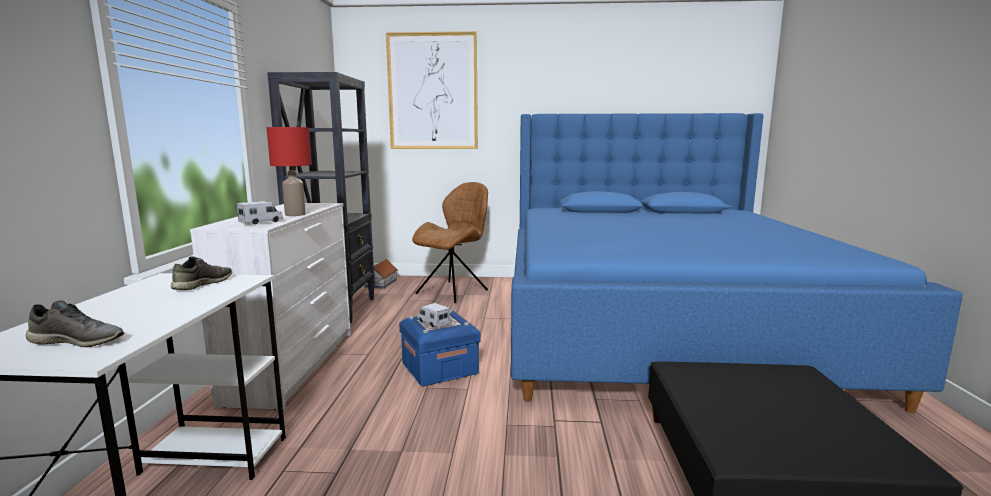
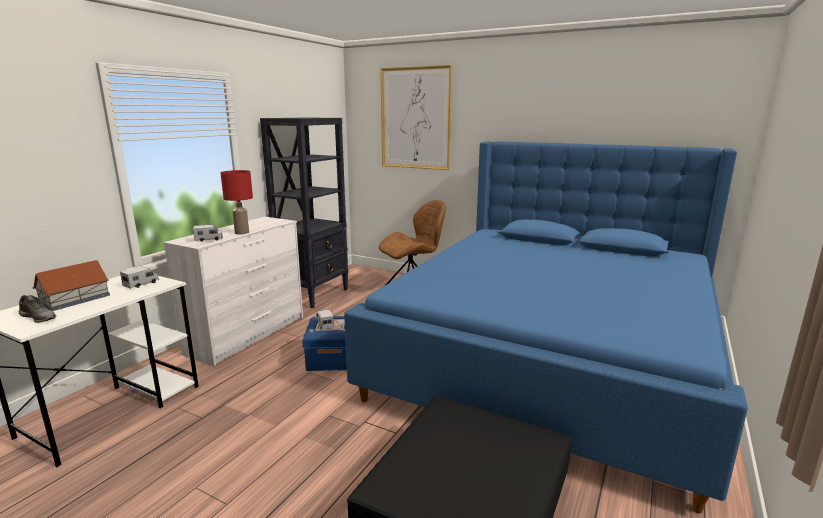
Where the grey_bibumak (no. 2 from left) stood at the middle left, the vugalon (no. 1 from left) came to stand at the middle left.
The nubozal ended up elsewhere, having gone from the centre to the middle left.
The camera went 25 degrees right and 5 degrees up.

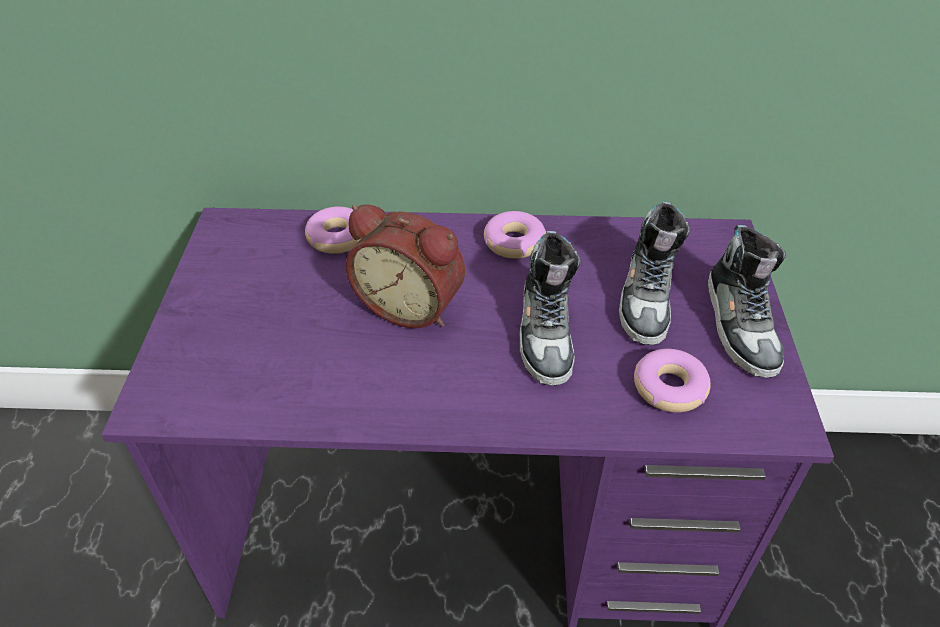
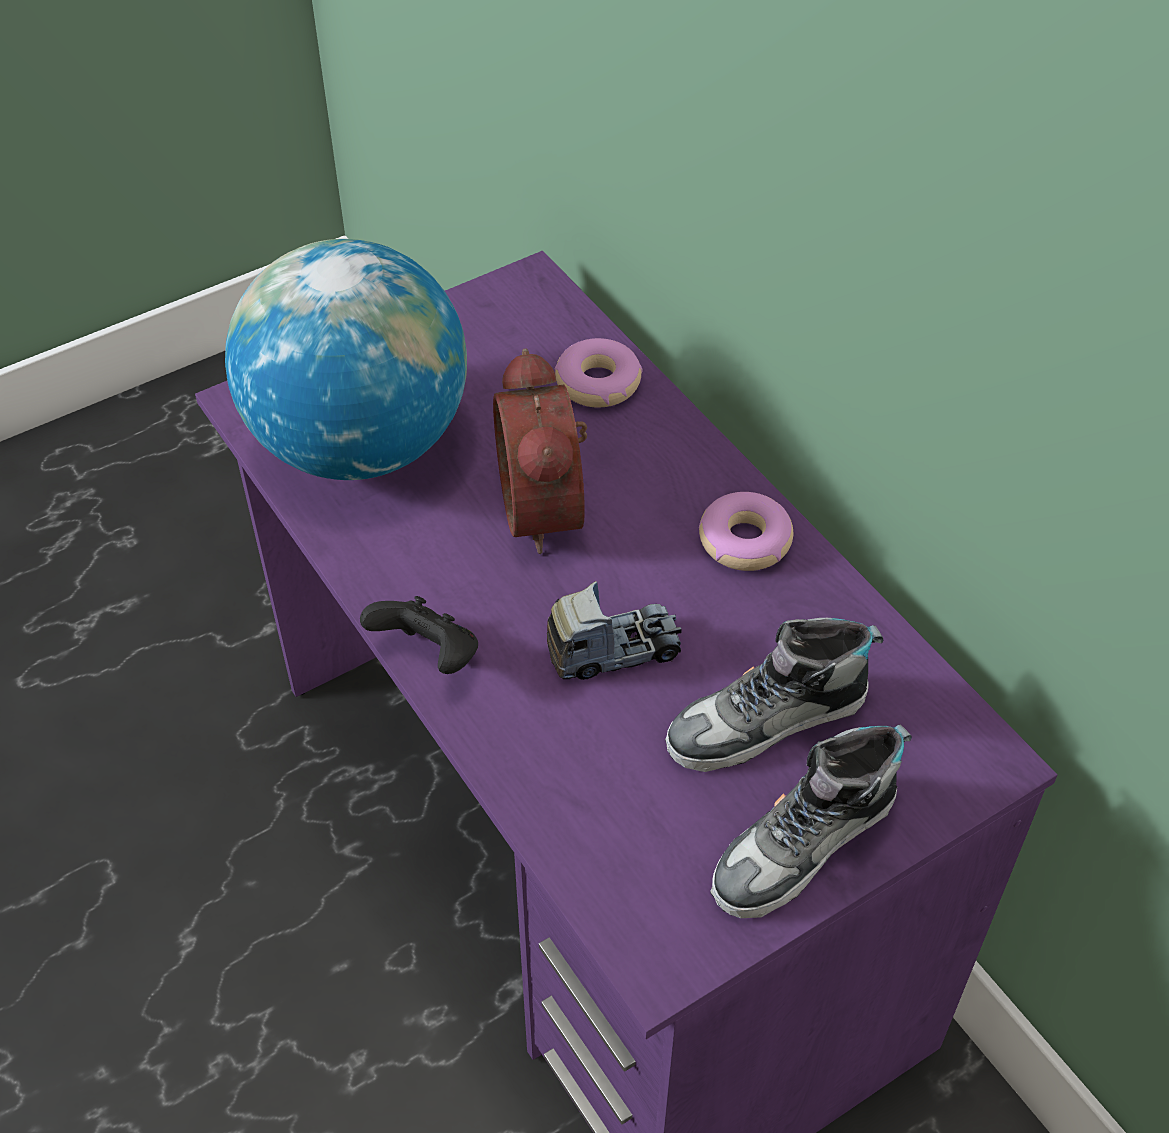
Where the bibumak (no. 1 from left) stood at the centre, the vugalon came to stand at the centre.
The second view lost the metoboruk (no. 3 from left) at the middle right.
The second view gained the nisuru at the top left.
The second view gained the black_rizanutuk at the centre.
The camera went 55 degrees right and 5 degrees up.

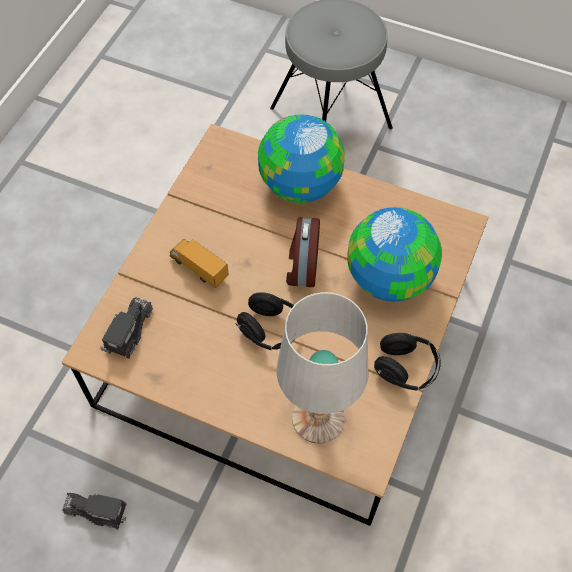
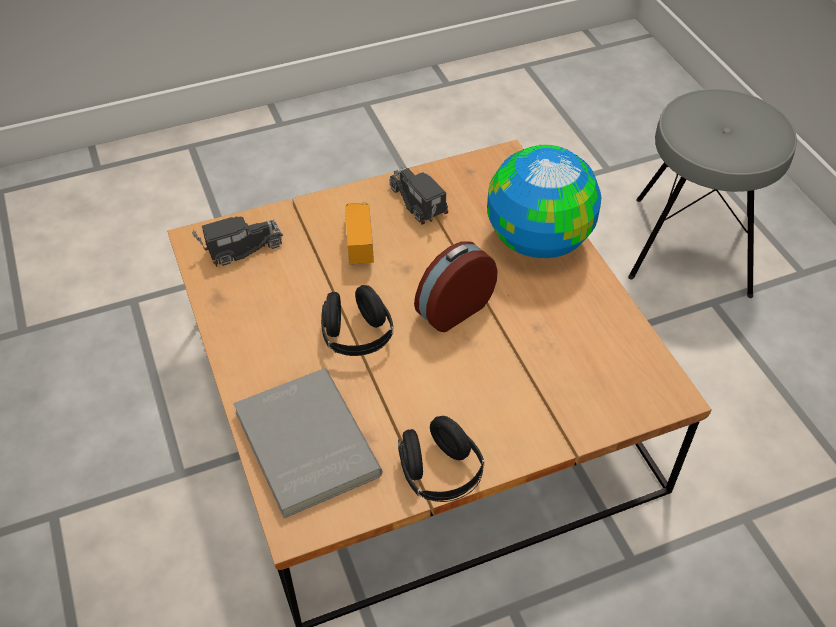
The second view lost the nisuru (no. 2 from left) at the middle right.
Where the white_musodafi stood at the centre, the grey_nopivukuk came to stand at the bottom centre.
The vugalon (no. 1 from left in the first image) ended up elsewhere, having gone from the bottom left to the top centre.
The camera went 45 degrees right and 10 degrees down.

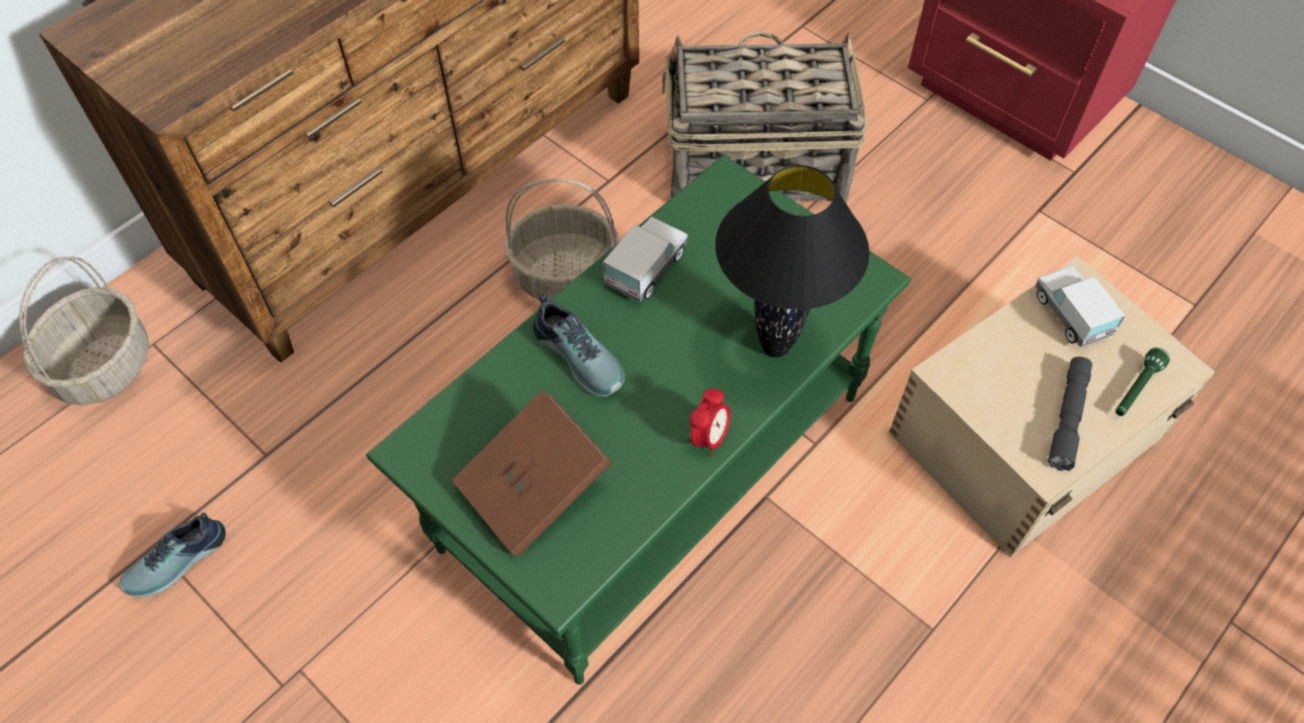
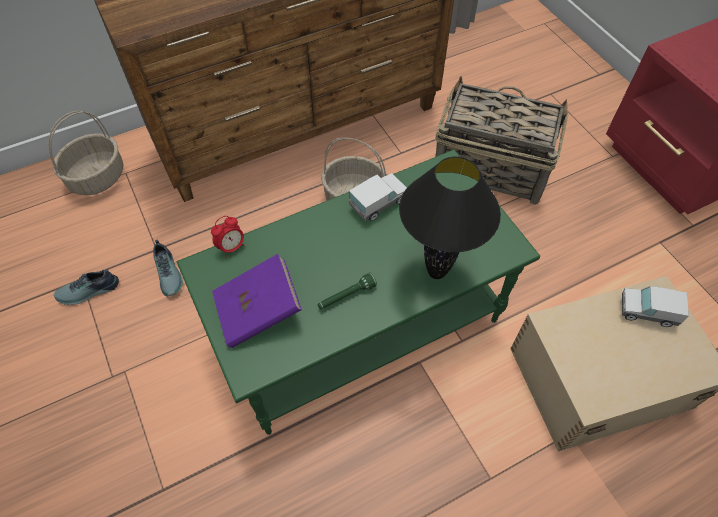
The vugalon (no. 2 from left) at the middle right ended up facing another way, 75 degrees counterclockwise from before.
The bibumak (no. 2 from left) ended up elsewhere, having gone from the centre to the middle left.
The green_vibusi ended up elsewhere, having gone from the middle right to the centre.
The second view lost the grey_vibusi at the middle right.
What was the brown_nopivukuk at the centre turned into the purple_nopivukuk at the centre.
The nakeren ended up elsewhere, having gone from the centre to the middle left.
The camera went 20 degrees right and 0 degrees up.

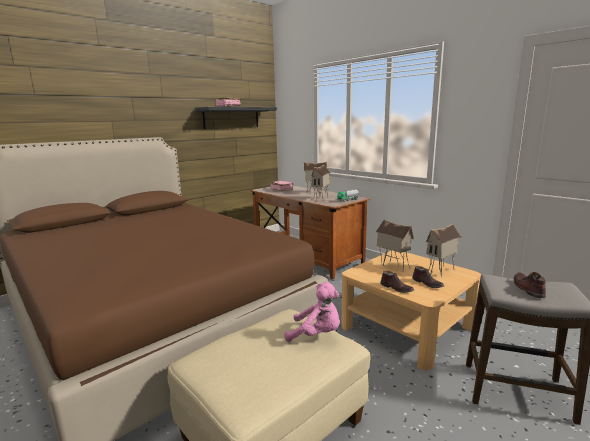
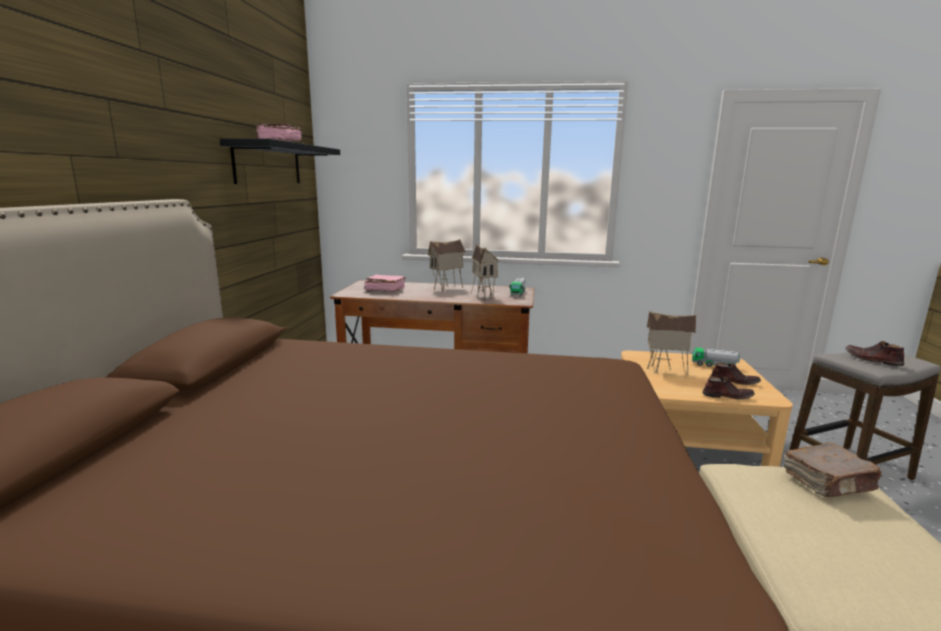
Where the nubozal (no. 4 from left) stood at the middle right, the vugalon (no. 2 from left) came to stand at the middle right.
Where the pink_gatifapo stood at the bottom centre, the brown_nopivukuk came to stand at the bottom right.
The camera went 40 degrees left and 0 degrees up.

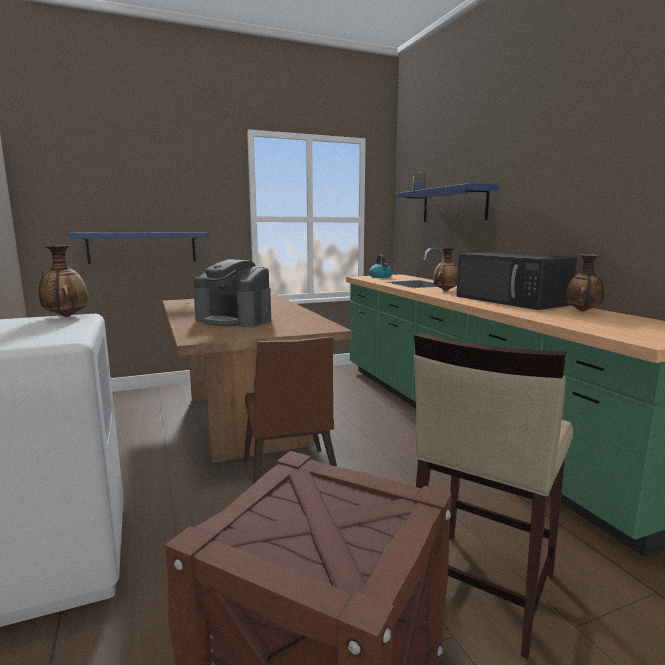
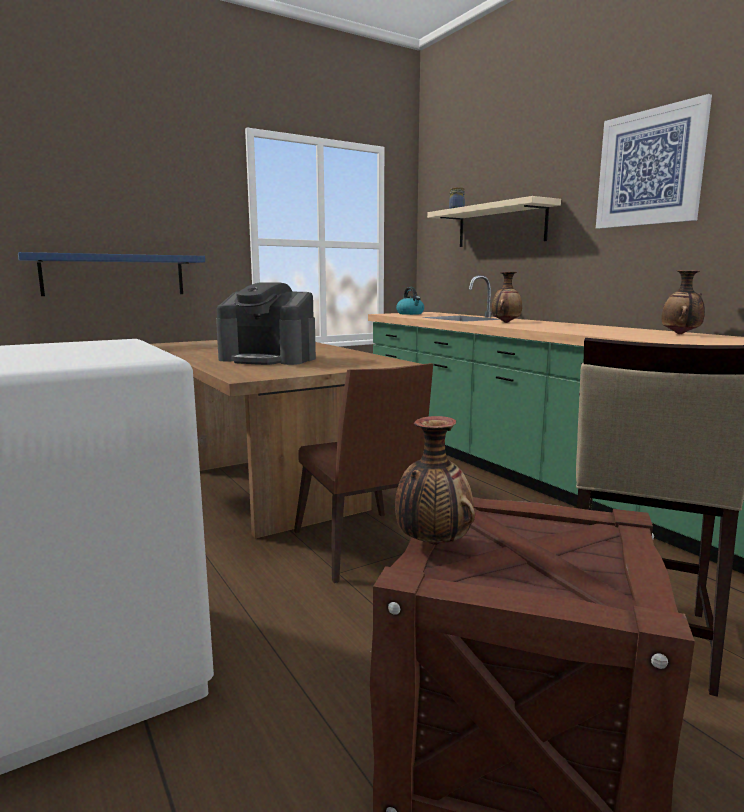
What was the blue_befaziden (no. 2 from left) at the top right turned into the beige_befaziden at the top centre.
The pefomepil (no. 1 from left) ended up elsewhere, having gone from the middle left to the centre.
The second view lost the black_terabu at the middle right.
The second view gained the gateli at the top right.
The camera went 10 degrees left and 0 degrees up.

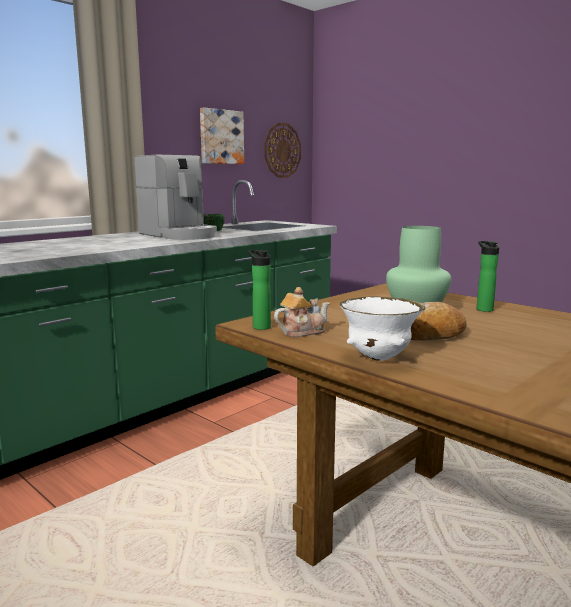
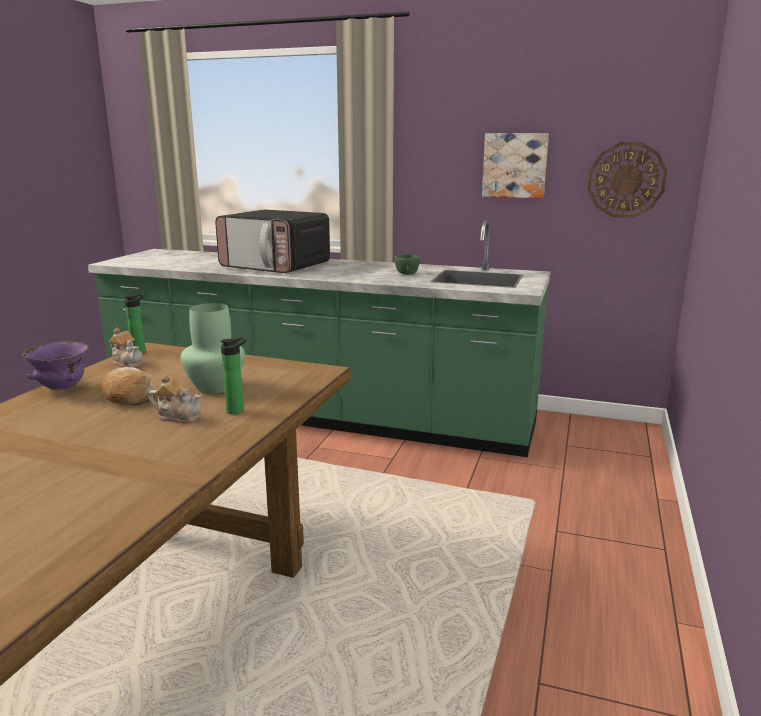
The second view lost the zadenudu at the top left.
What was the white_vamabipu at the middle right turned into the purple_vamabipu at the middle left.
The second view gained the terabu at the centre.
The second view gained the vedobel (no. 2 from left) at the middle left.
The camera went 65 degrees right and 5 degrees up.

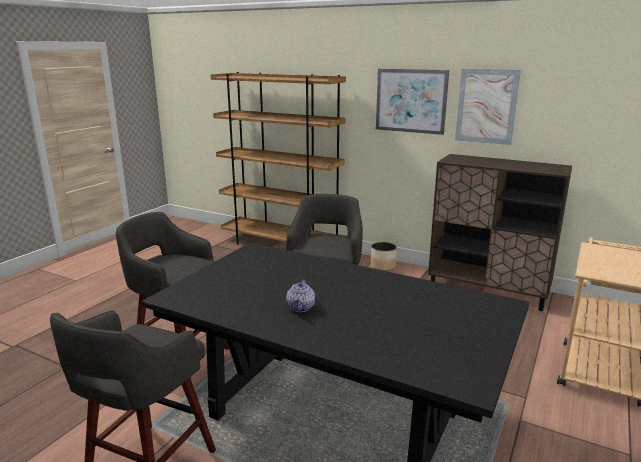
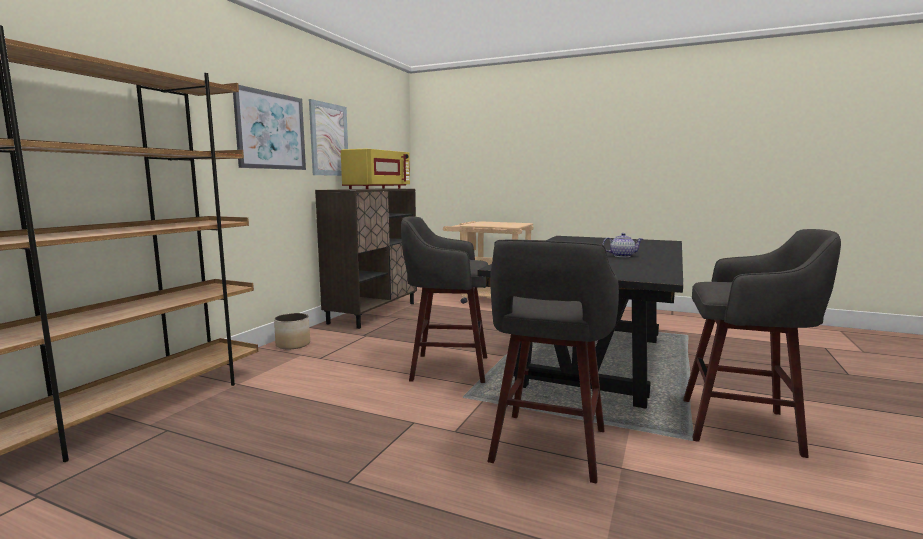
The second view gained the yellow_terabu at the top centre.
The camera went 95 degrees left and 10 degrees down.

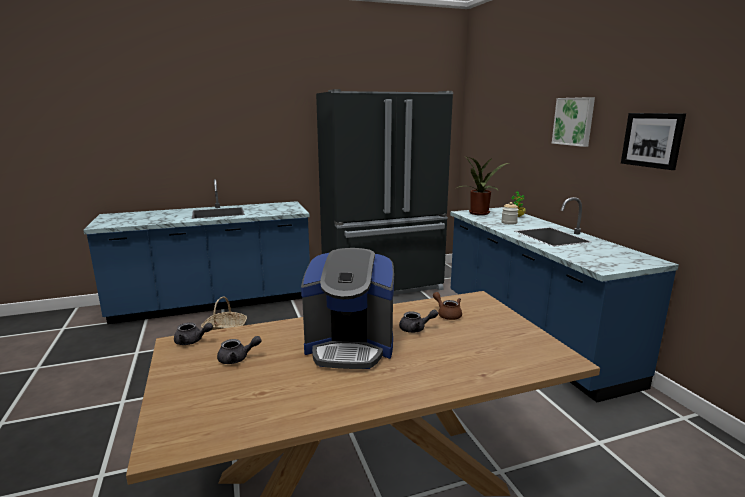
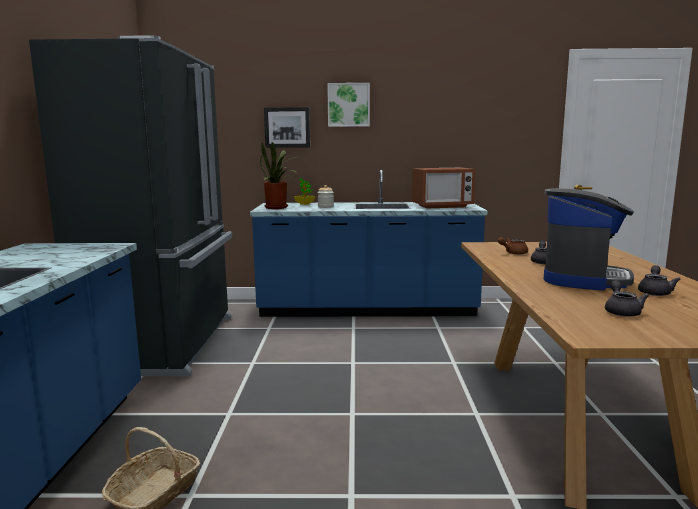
The gateli (no. 2 from left in the first image) ended up elsewhere, having gone from the top right to the top centre.
The grey_vedobel (no. 1 from left in the first image) ended up elsewhere, having gone from the bottom left to the middle right.
The second view gained the terabu at the centre.
The camera went 70 degrees left and 5 degrees down.

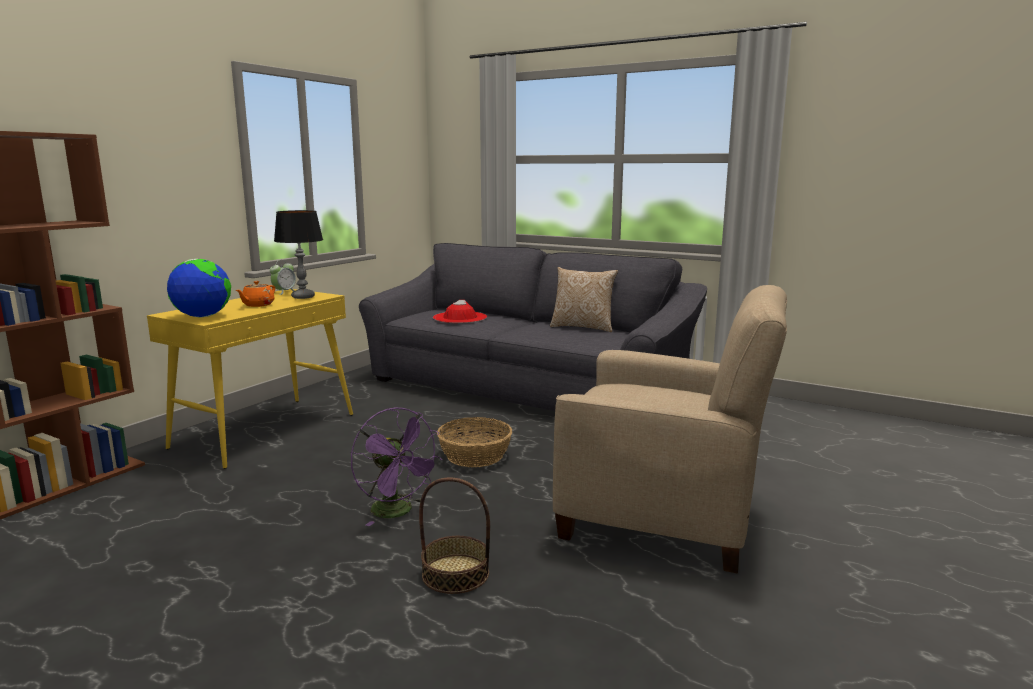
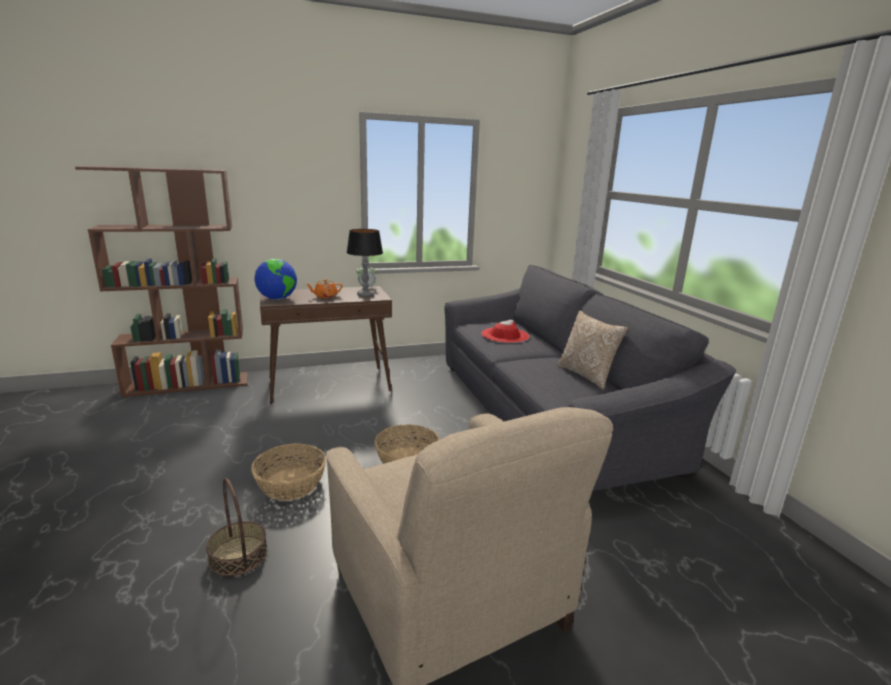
What was the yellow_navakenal at the middle left turned into the brown_navakenal at the centre.
Where the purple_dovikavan stood at the bottom centre, the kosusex (no. 2 from left) came to stand at the bottom left.
The camera went 40 degrees right and 5 degrees up.

